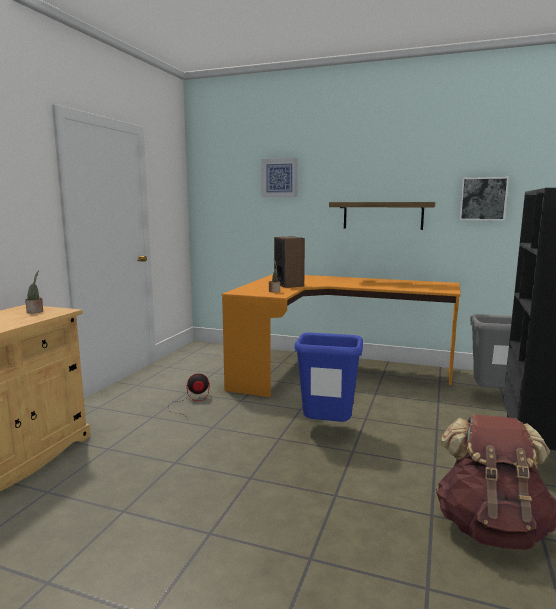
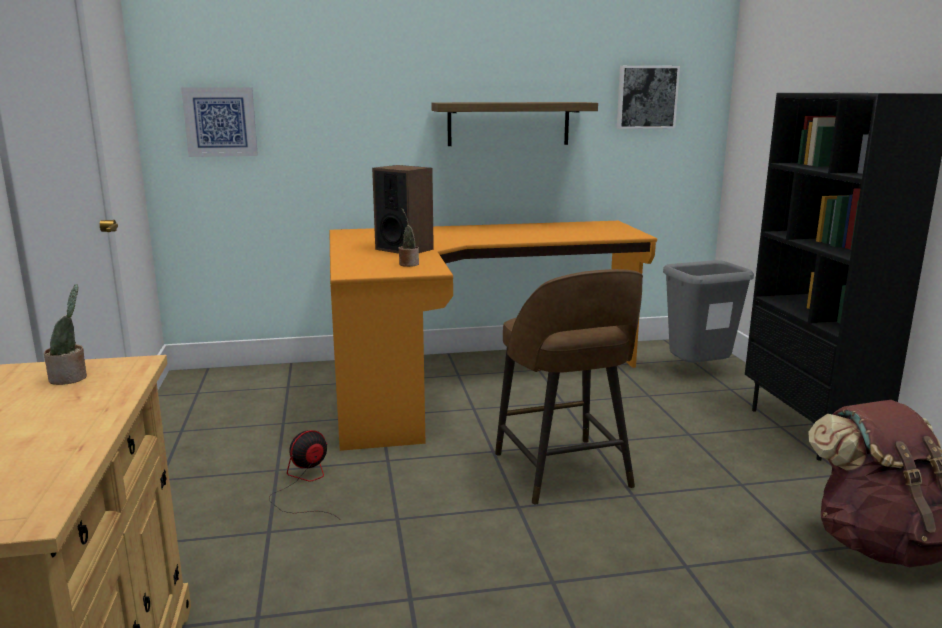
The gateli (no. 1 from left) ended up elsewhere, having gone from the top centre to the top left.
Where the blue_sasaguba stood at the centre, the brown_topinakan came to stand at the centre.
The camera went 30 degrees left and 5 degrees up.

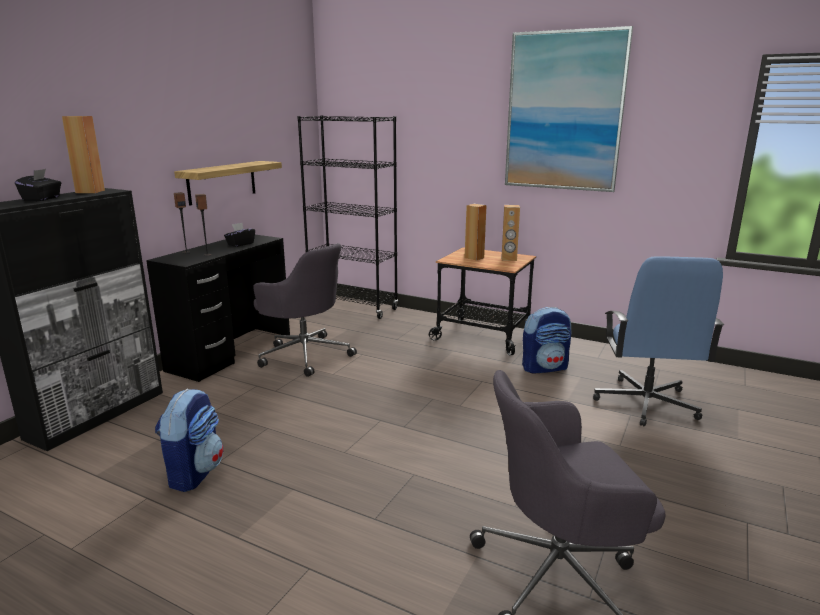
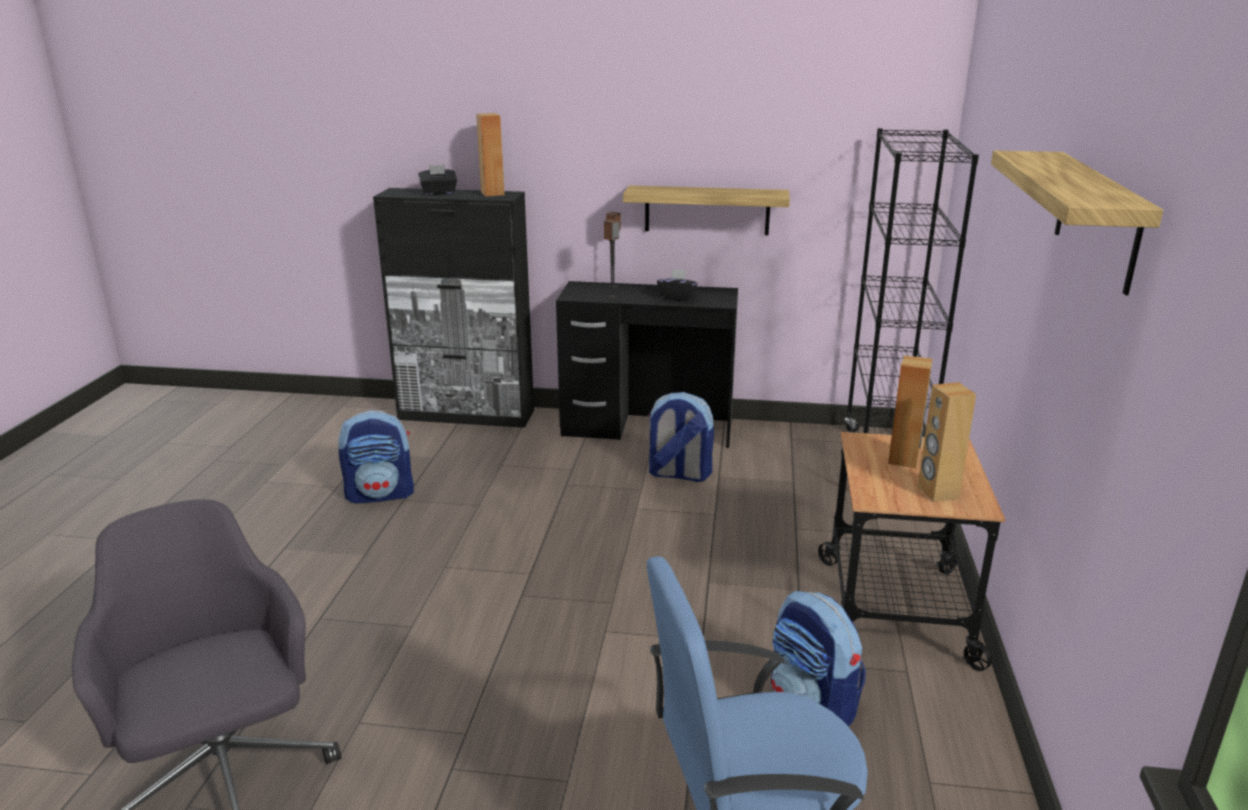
Where the gateli hung at the top right, the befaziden (no. 2 from left) came to hang at the top right.
Where the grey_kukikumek (no. 1 from left) stood at the centre, the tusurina (no. 2 from left) came to stand at the centre.
The camera went 70 degrees right and 5 degrees up.

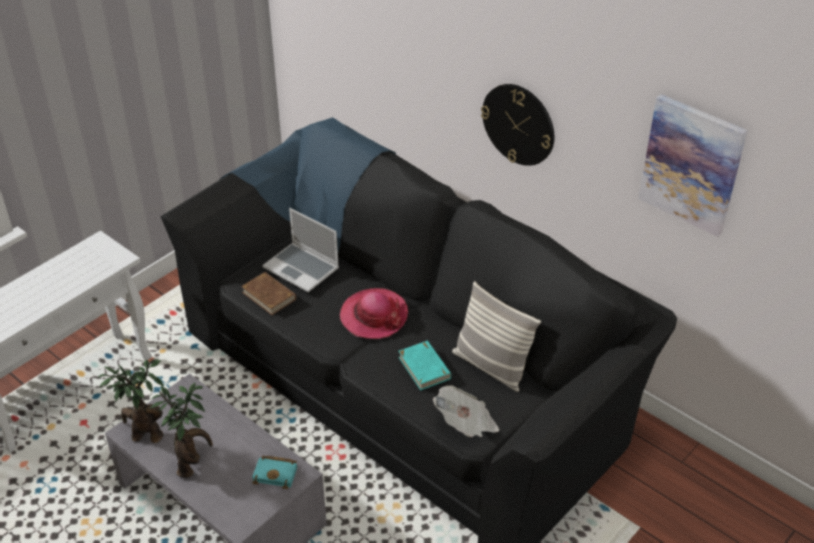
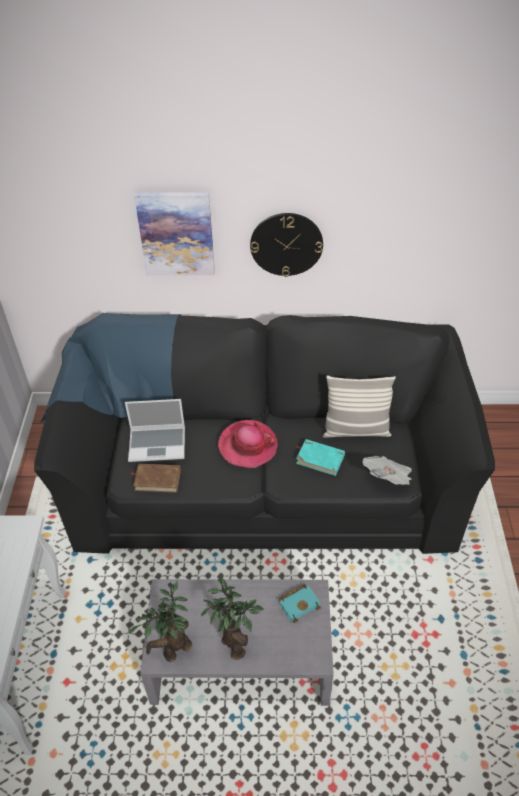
The gateli ended up elsewhere, having gone from the top right to the top centre.
The camera went 40 degrees left and 5 degrees up.

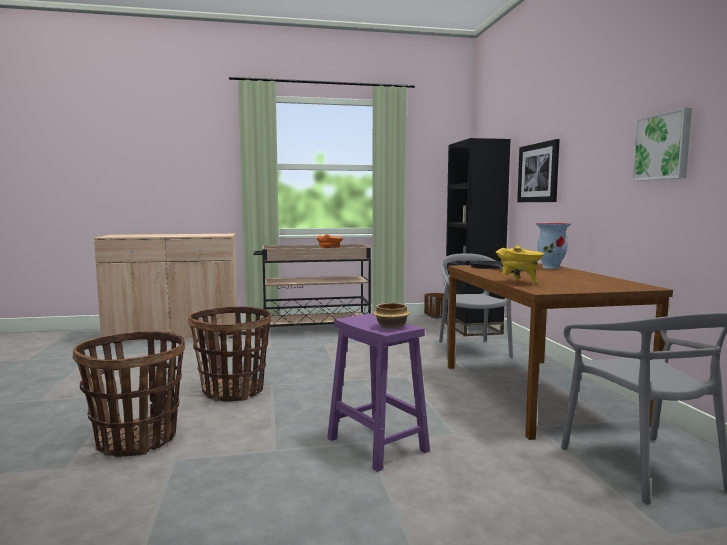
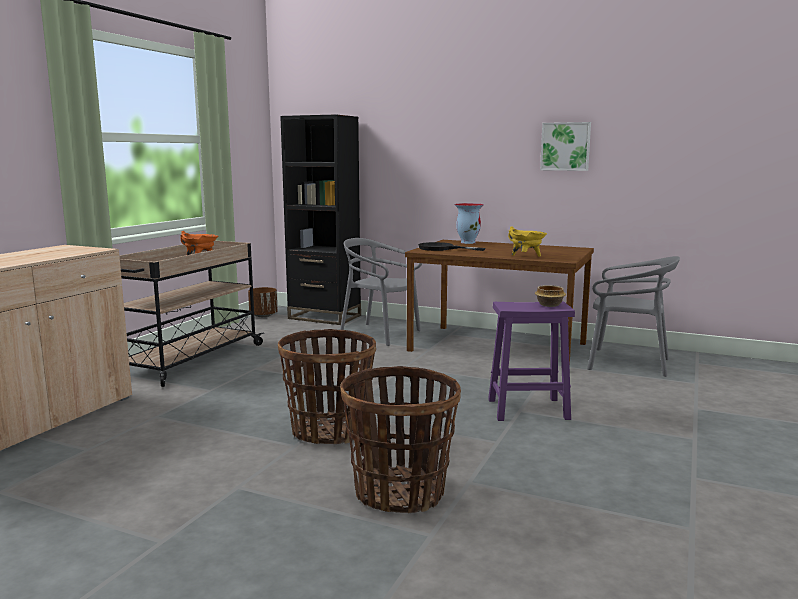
The second view lost the gateli (no. 1 from left) at the top right.
The camera went 55 degrees left and 5 degrees up.

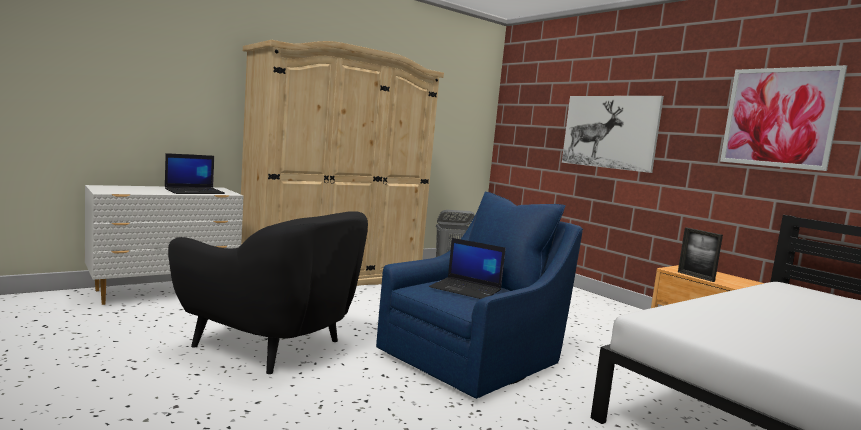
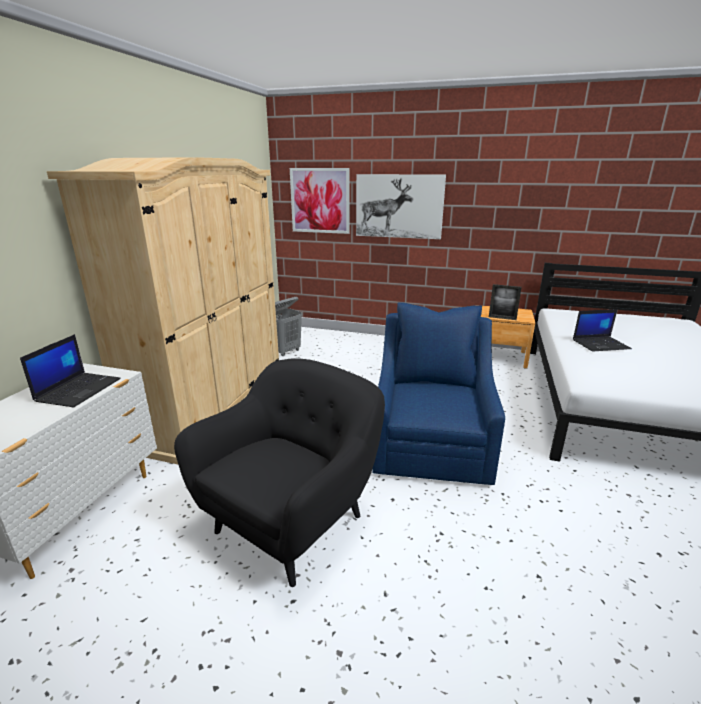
The gateli (no. 2 from left in the first image) ended up elsewhere, having gone from the top right to the top centre.
The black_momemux at the bottom left ended up facing another way, 45 degrees counterclockwise from before.
The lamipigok (no. 2 from left) ended up elsewhere, having gone from the centre to the middle right.
The camera went 35 degrees left and 15 degrees up.

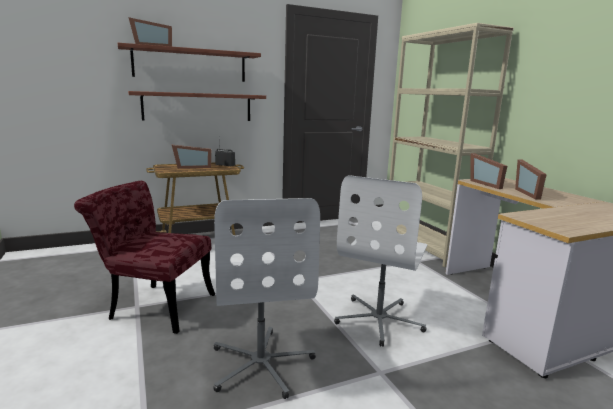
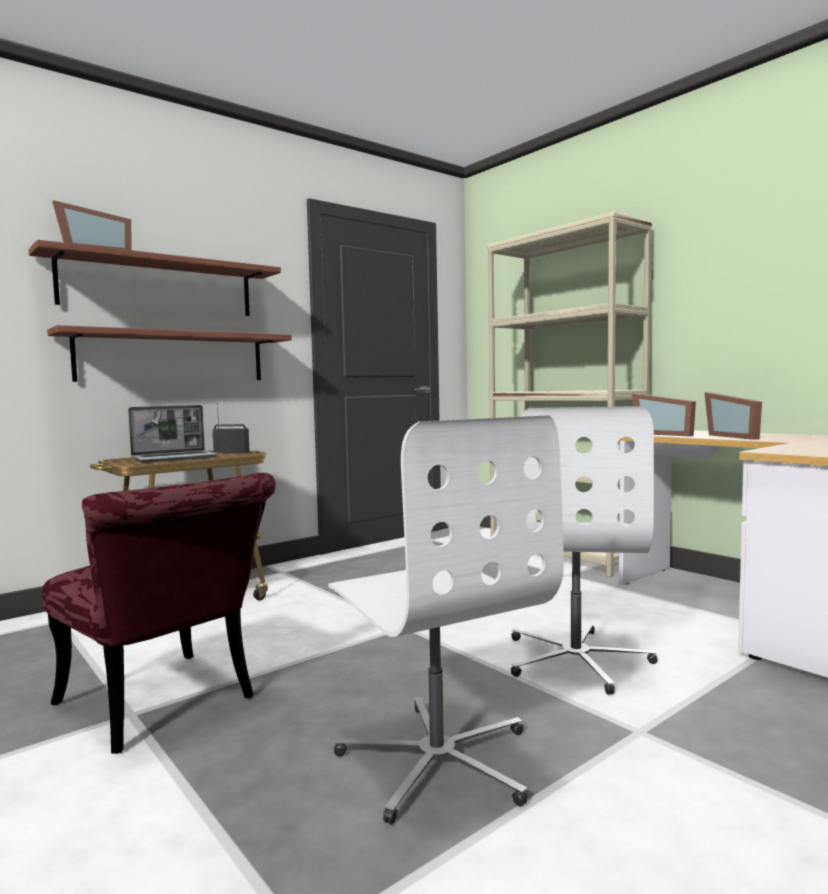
Where the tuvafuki (no. 2 from left) stood at the middle left, the lamipigok came to stand at the middle left.
The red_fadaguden at the middle left ended up facing another way, 135 degrees counterclockwise from before.
The camera went 15 degrees left and 10 degrees down.

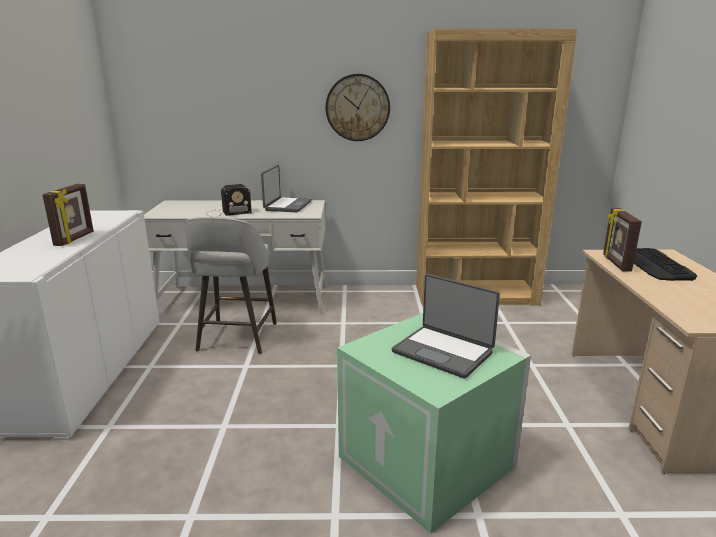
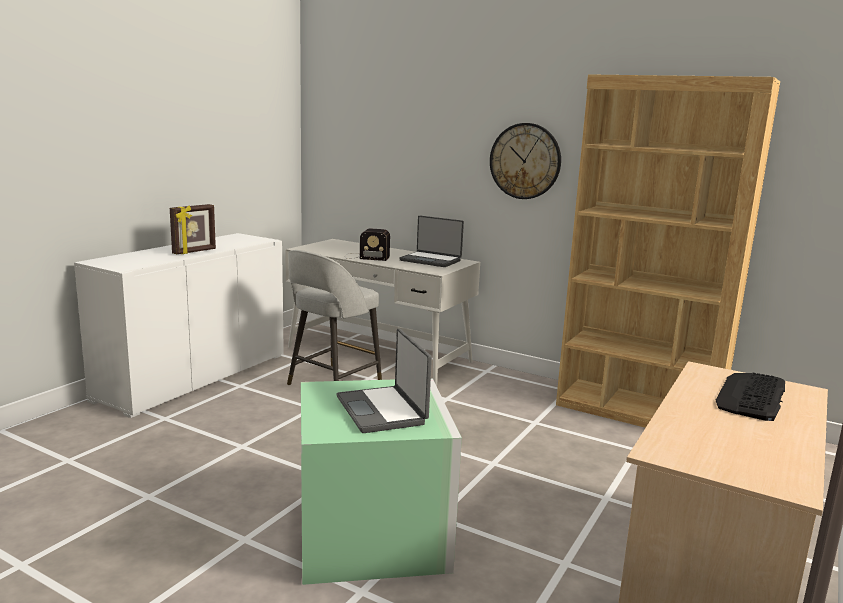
The lamipigok (no. 1 from left in the first image) at the centre ended up facing another way, 75 degrees clockwise from before.
The second view lost the tuvafuki (no. 2 from left) at the middle right.
The camera went 30 degrees right and 5 degrees down.

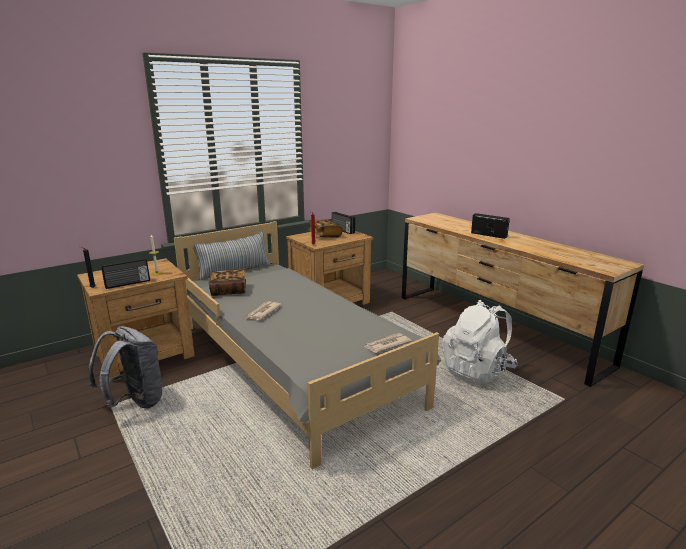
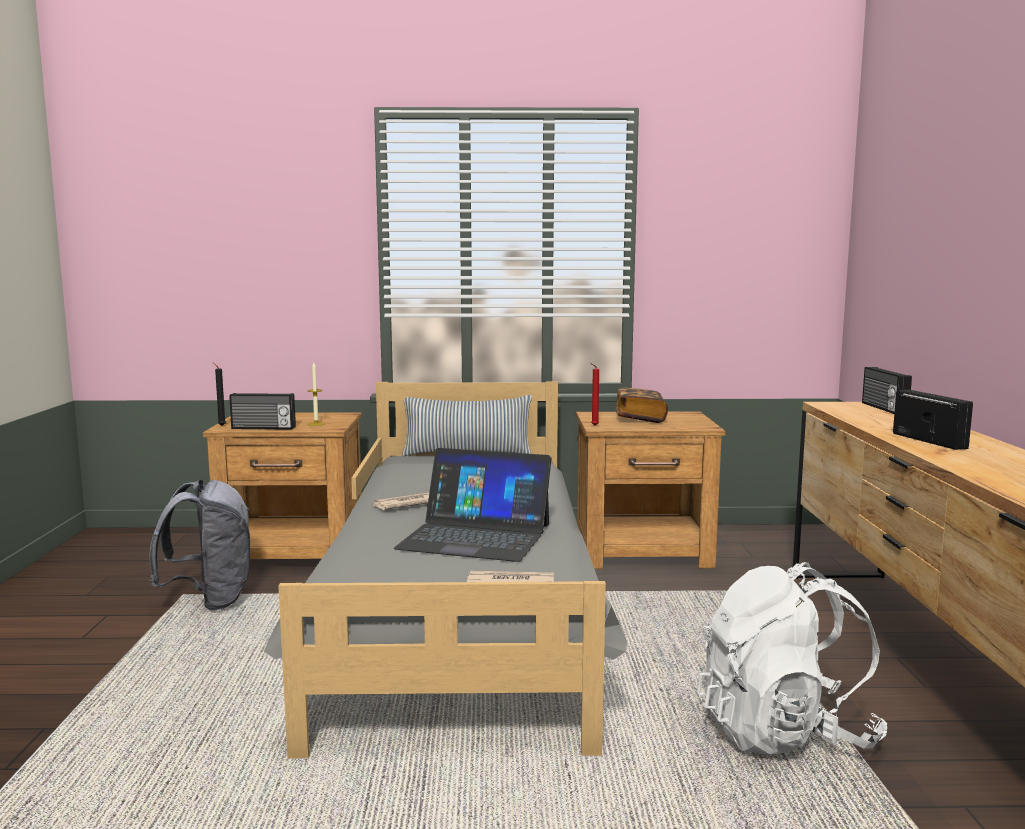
The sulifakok (no. 2 from left) ended up elsewhere, having gone from the centre to the middle right.
The second view lost the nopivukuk (no. 1 from left) at the middle left.
The second view gained the lamipigok at the centre.
The camera went 35 degrees right and 10 degrees down.

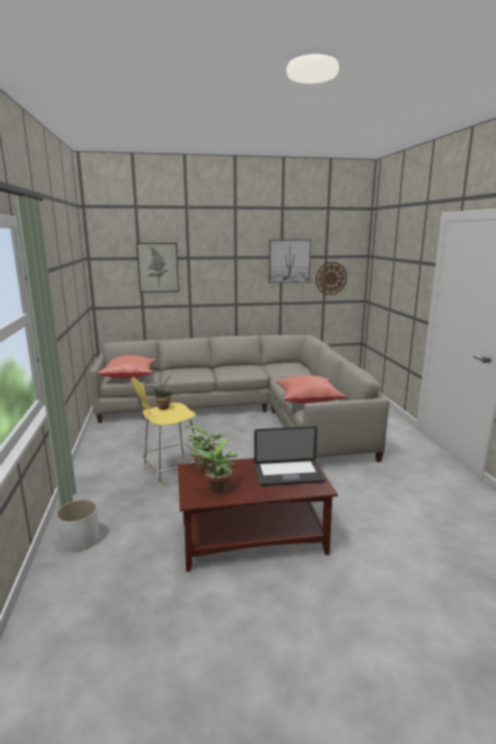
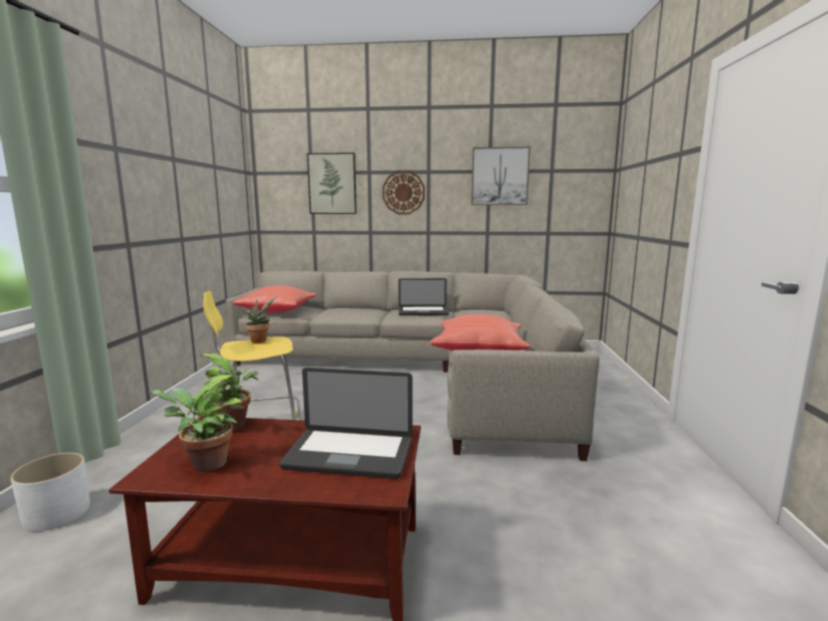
The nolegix ended up elsewhere, having gone from the middle right to the top centre.
The second view gained the lamipigok (no. 2 from left) at the centre.
The camera went 15 degrees right and 5 degrees down.

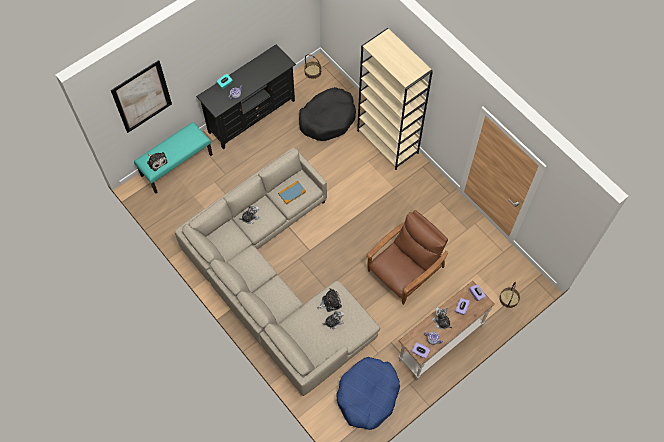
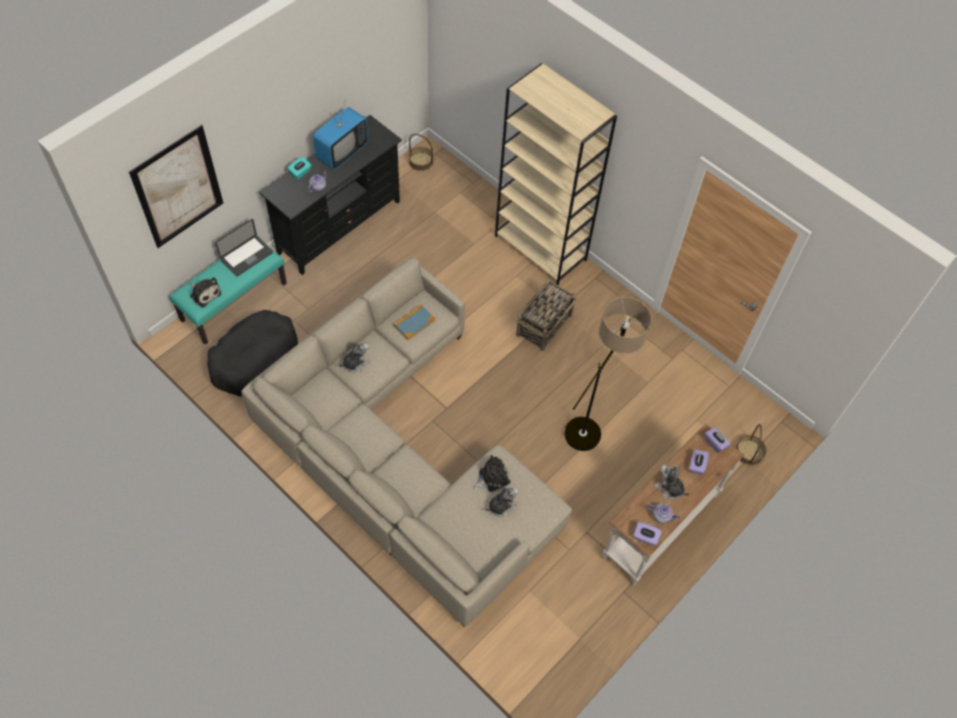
The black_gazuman ended up elsewhere, having gone from the top centre to the middle left.
Where the brown_momemux stood at the centre, the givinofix came to stand at the centre.
The second view lost the blue_gazuman at the bottom centre.
The second view gained the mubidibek at the top centre.
The second view gained the lamipigok at the middle left.
The second view gained the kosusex (no. 2 from left) at the centre.
The camera went 10 degrees left and 5 degrees down.

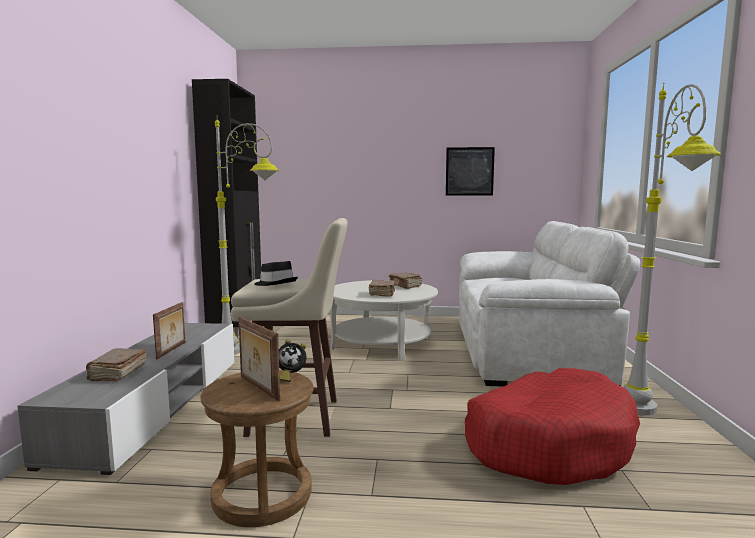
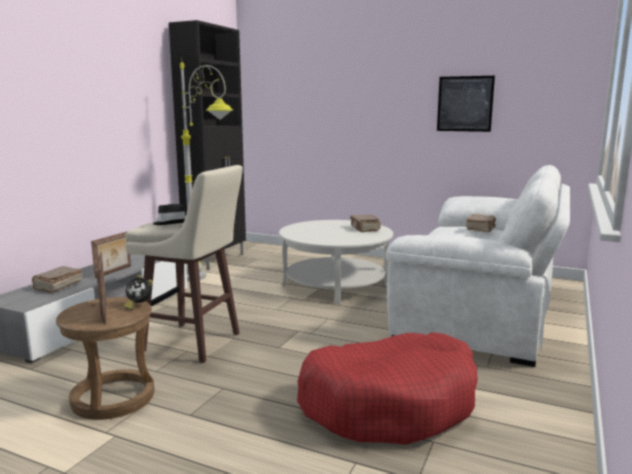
The second view lost the grey_givinofix (no. 2 from left) at the middle right.
The brown_nopivukuk (no. 2 from left in the first image) ended up elsewhere, having gone from the centre to the middle right.
The camera went 20 degrees right and 5 degrees up.

